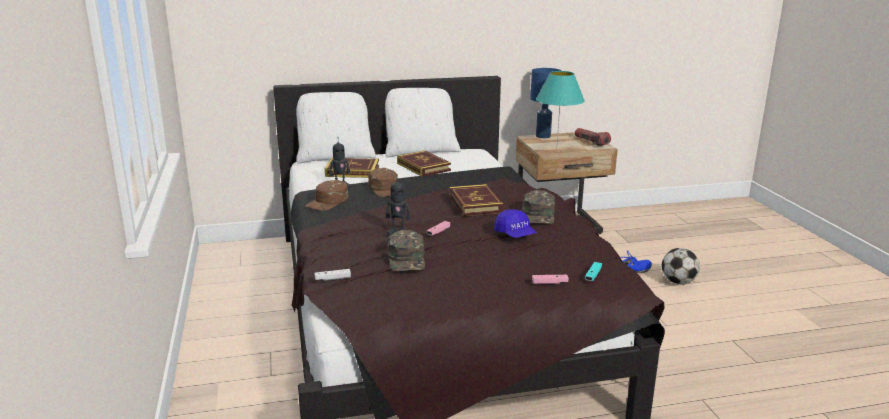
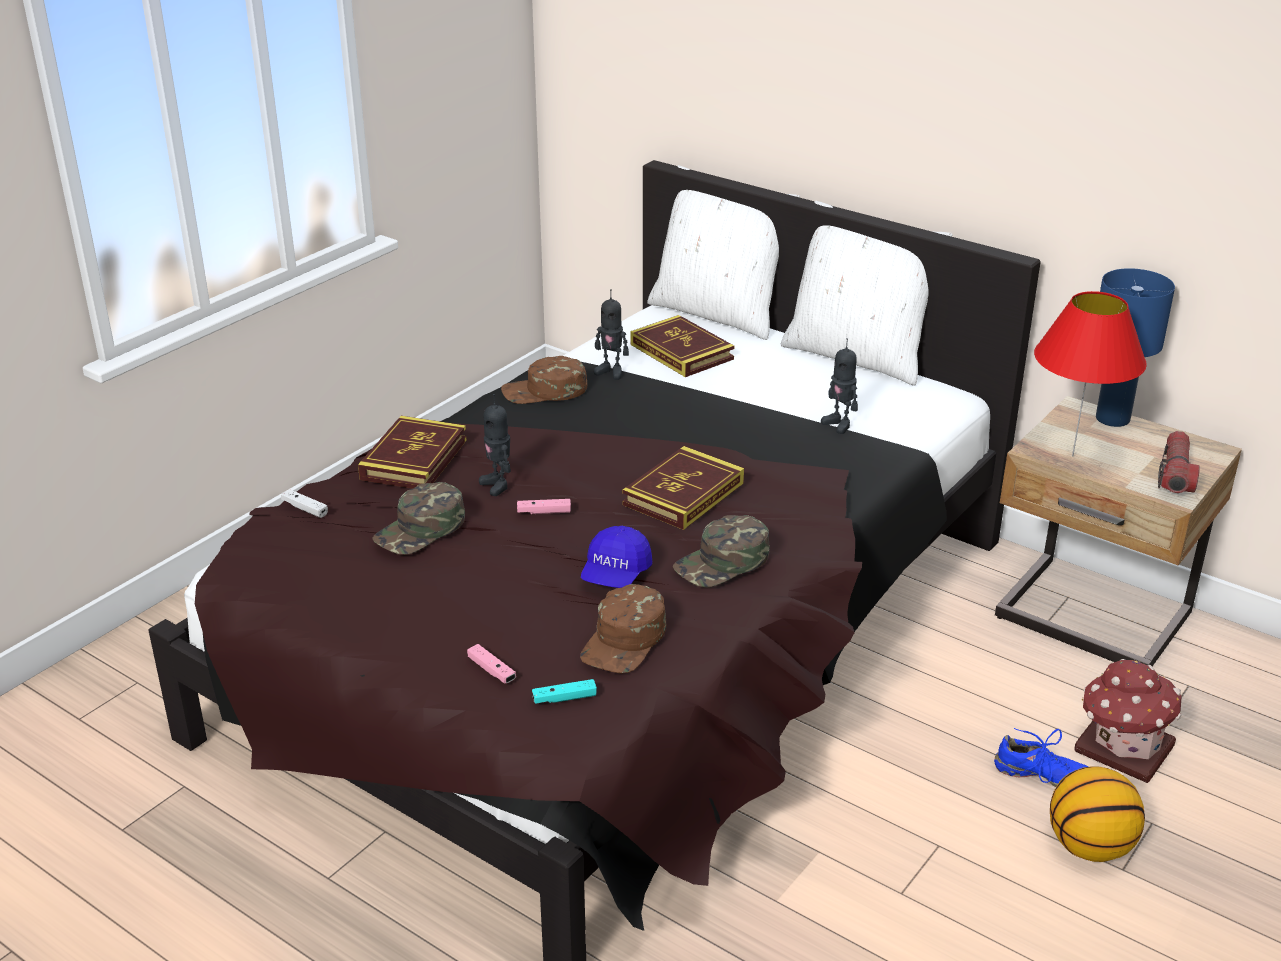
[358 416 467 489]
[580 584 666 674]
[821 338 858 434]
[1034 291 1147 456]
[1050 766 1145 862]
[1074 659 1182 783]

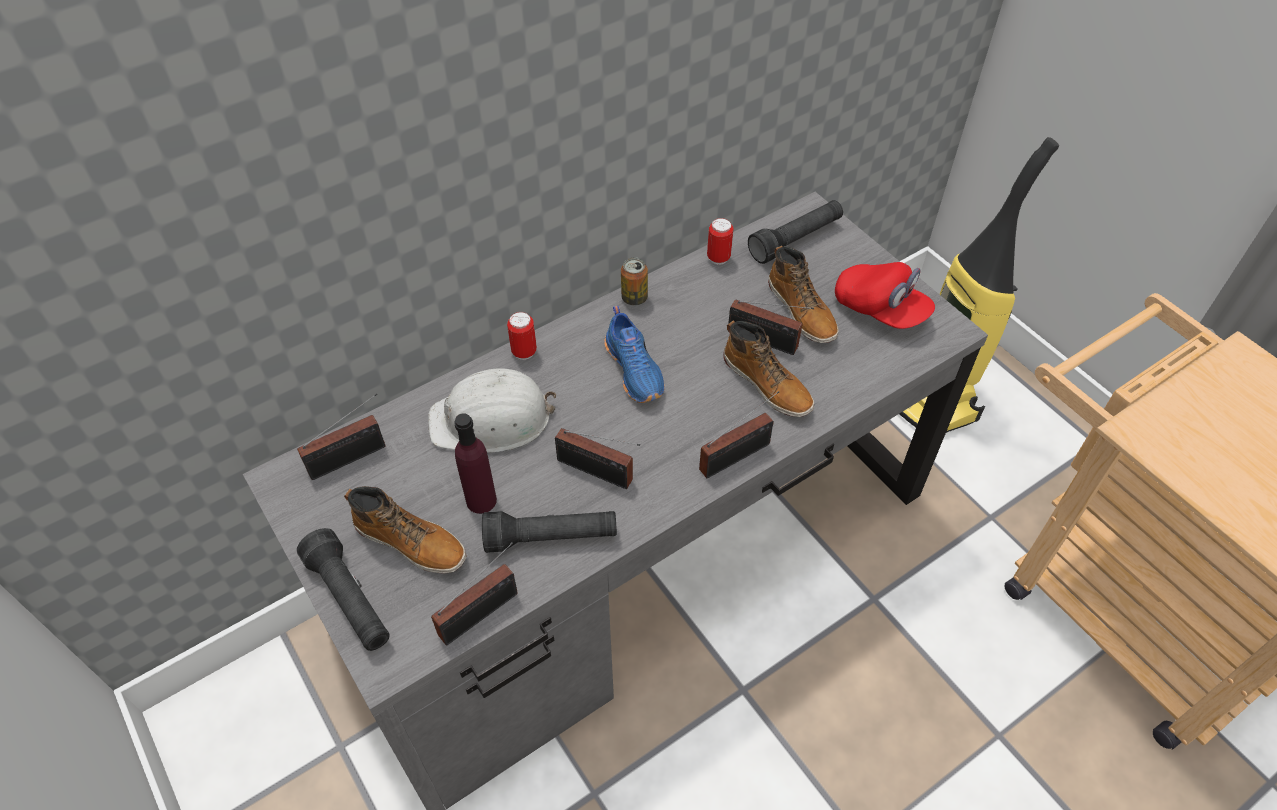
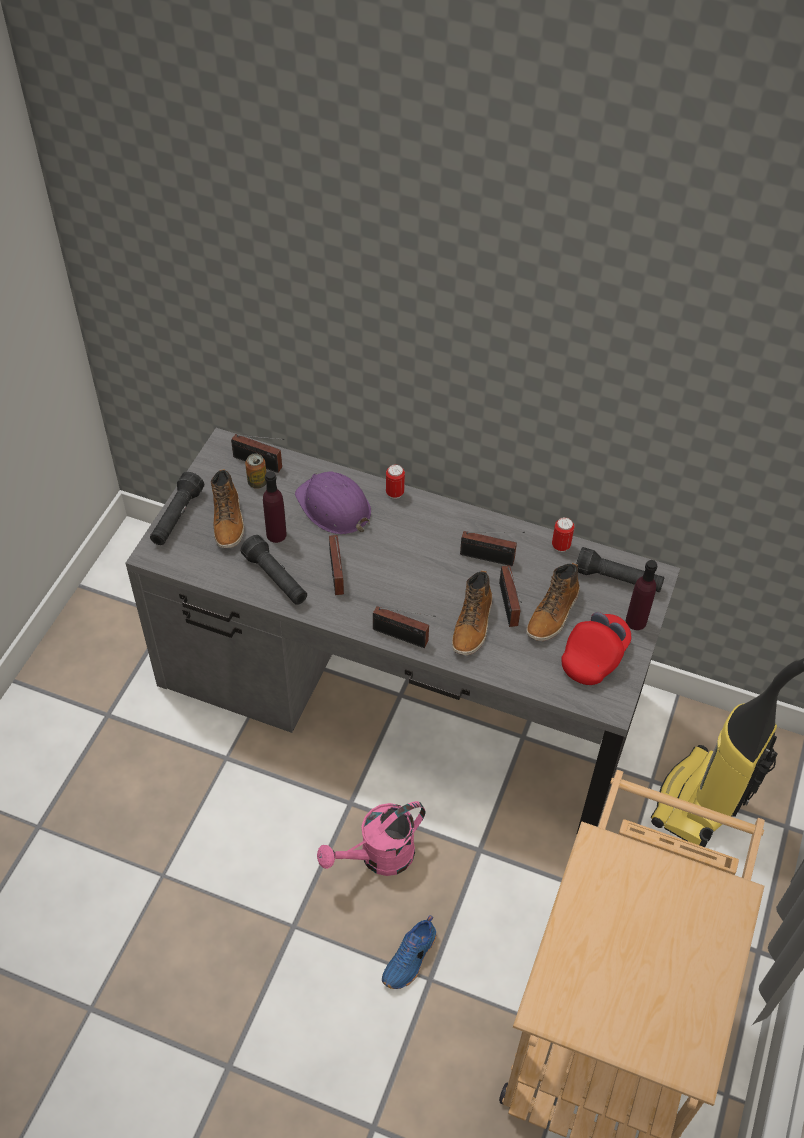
[245 453 267 489]
[295 471 371 534]
[317 801 425 876]
[382 915 436 989]
[460 531 525 566]
[561 612 631 685]
[626 560 657 630]

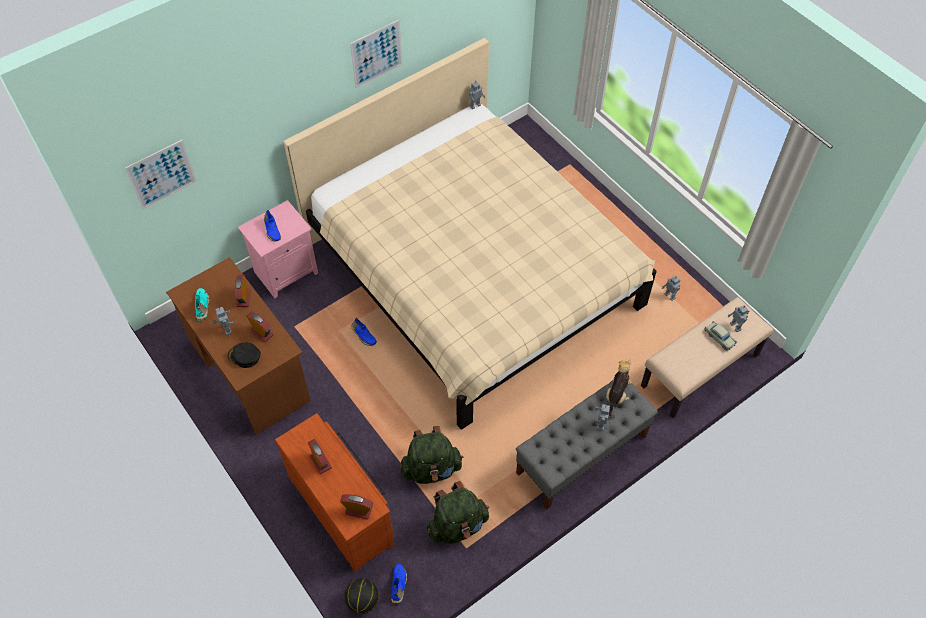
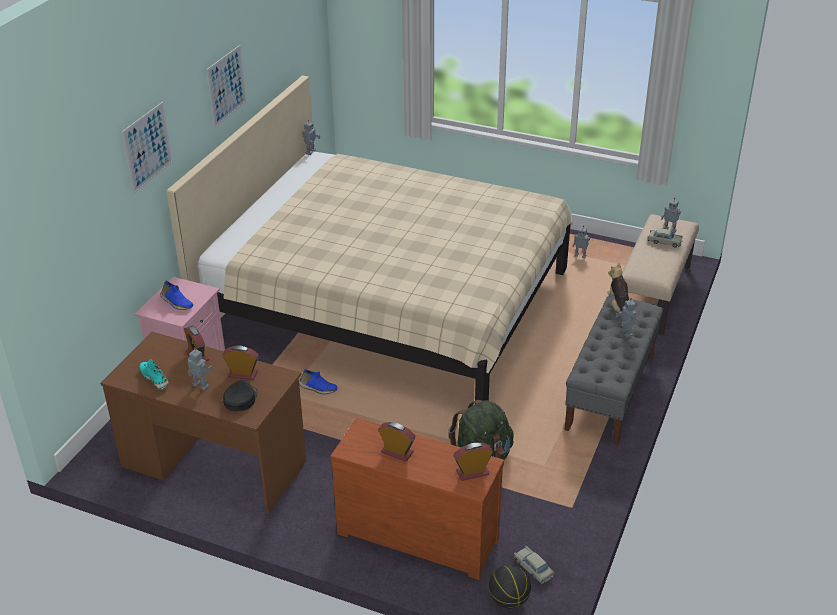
[122 102 173 194]
[223 380 258 411]
[514 546 554 584]
[427 481 489 544] (first image)

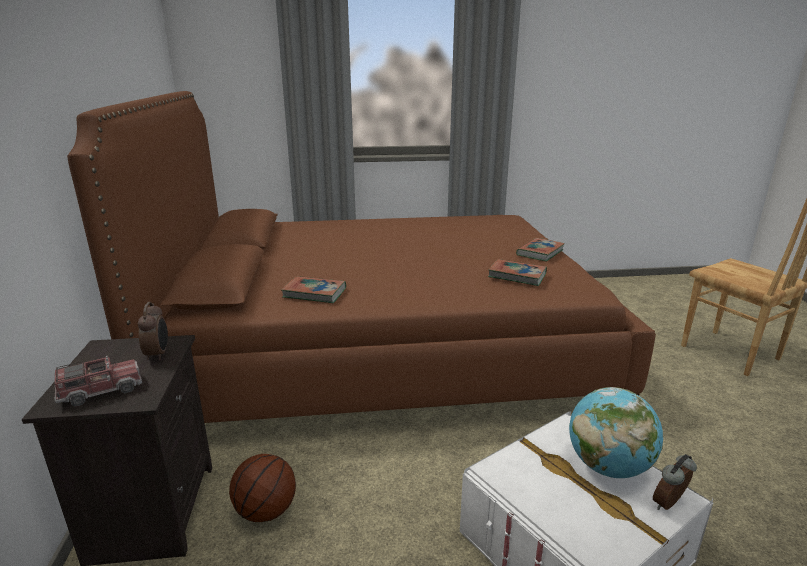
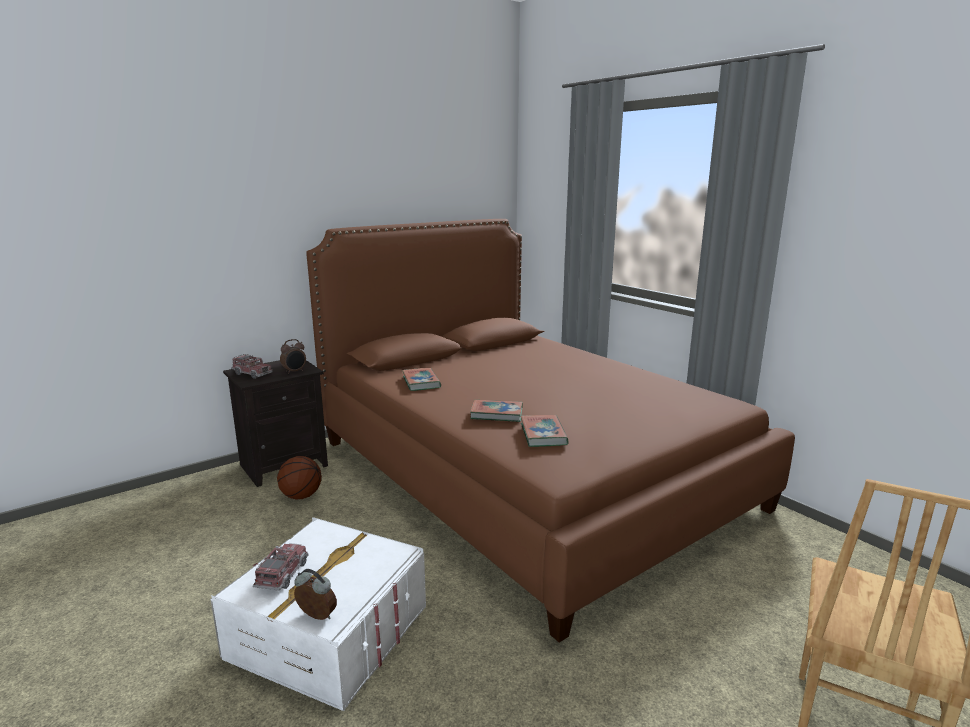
[253 543 309 591]
[470 400 523 422]
[569 387 663 478] (first image)

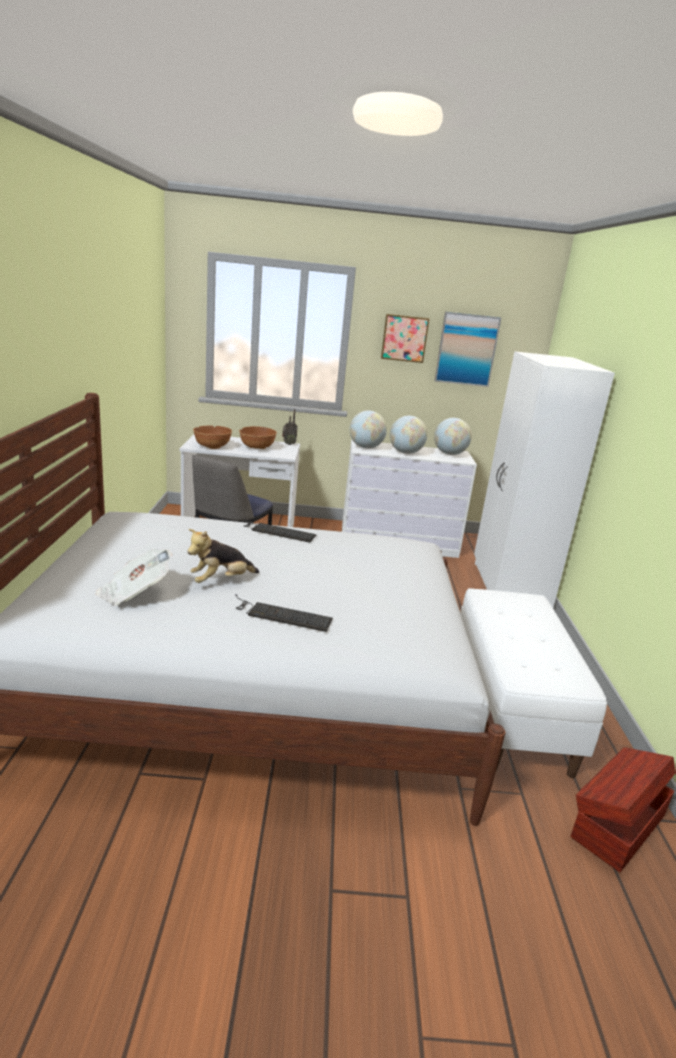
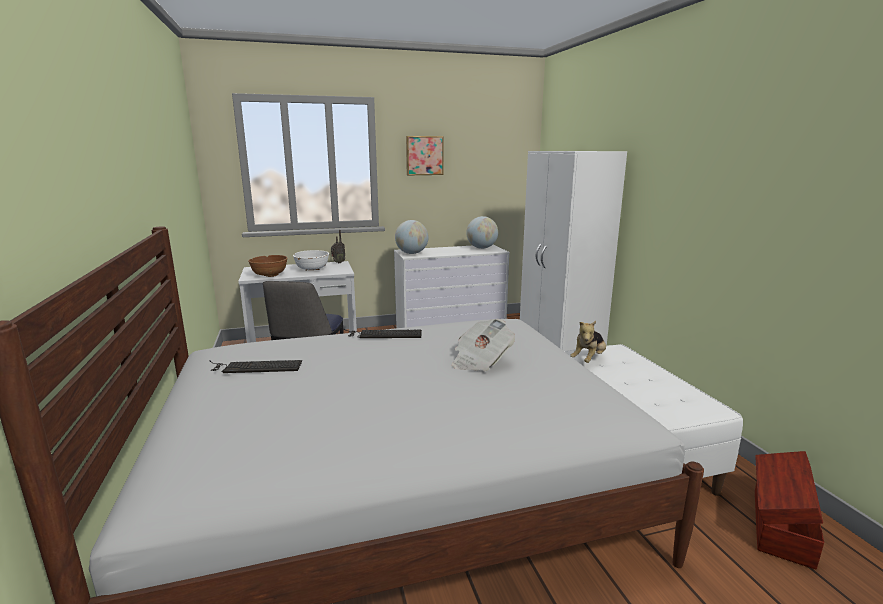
[210 360 302 373]
[293 250 329 271]
[452 319 515 371]
[570 321 606 363]
[390 416 428 454] (first image)
[434 312 501 387] (first image)

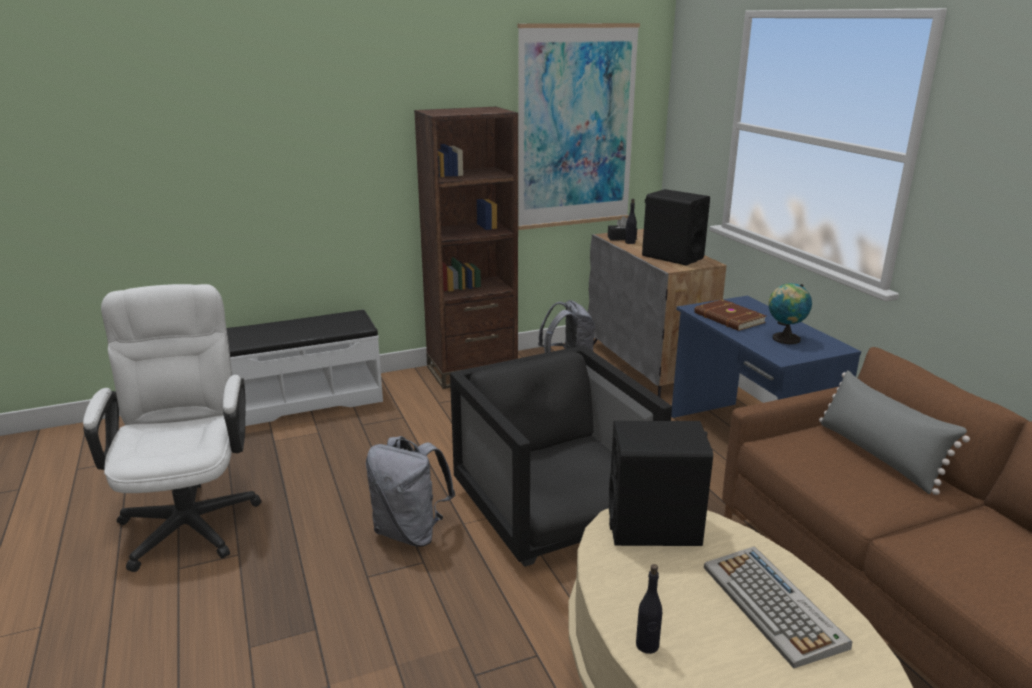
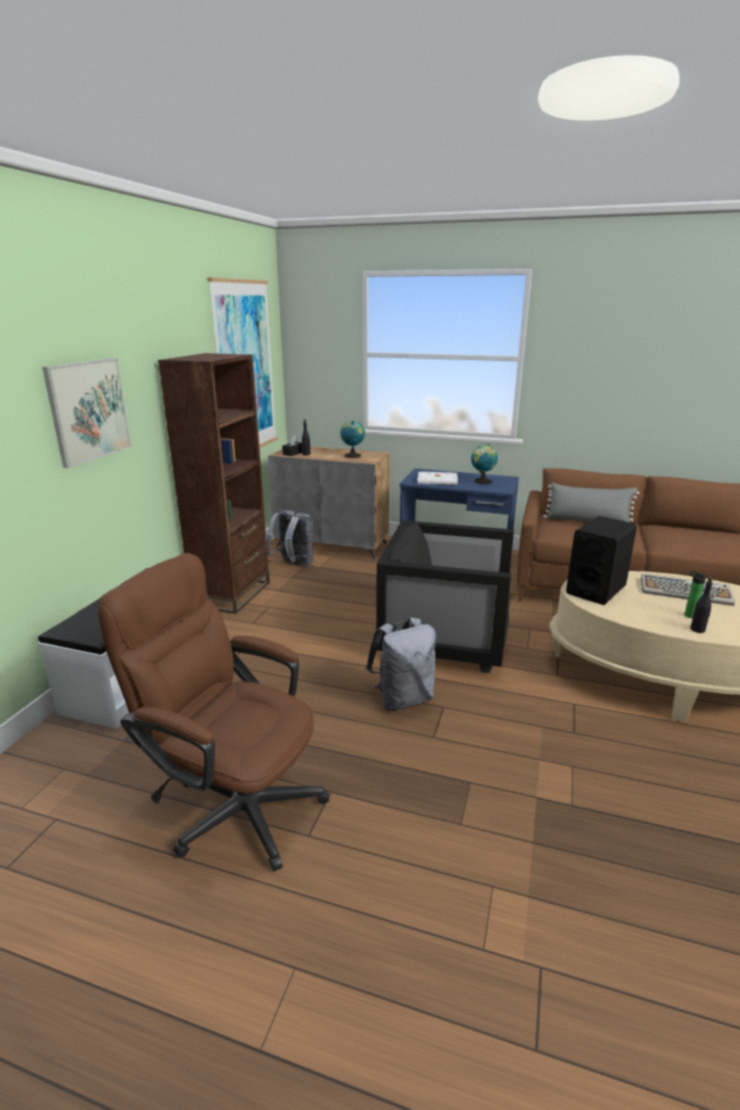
[42 358 131 468]
[98 553 329 871]
[340 421 365 458]
[417 472 458 485]
[684 571 706 618]

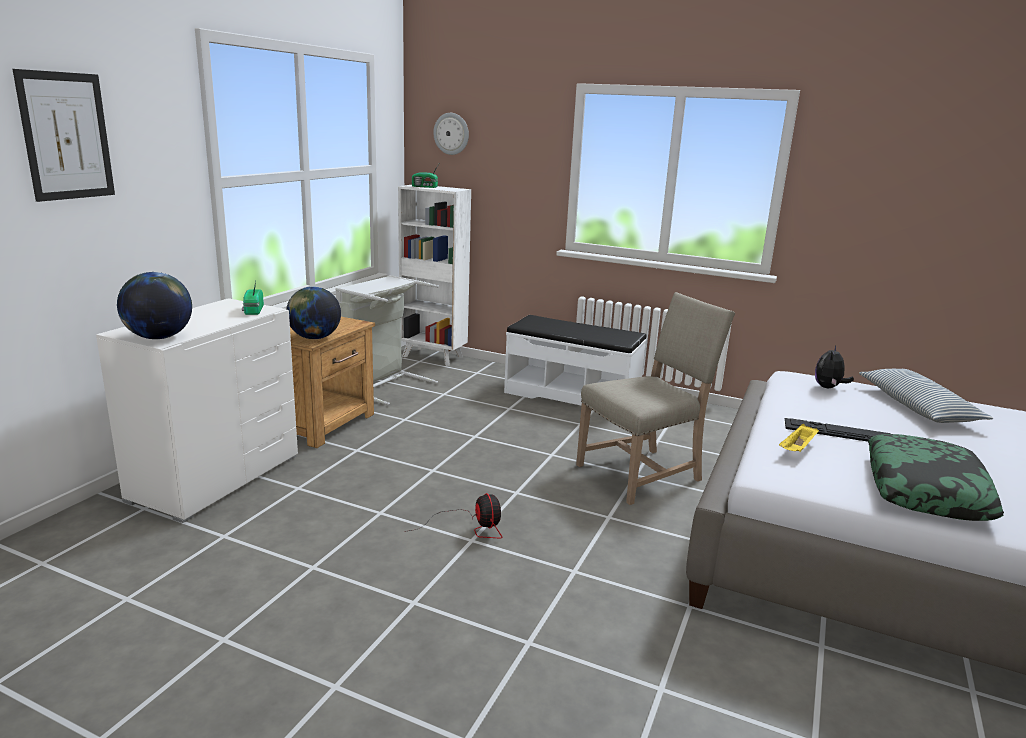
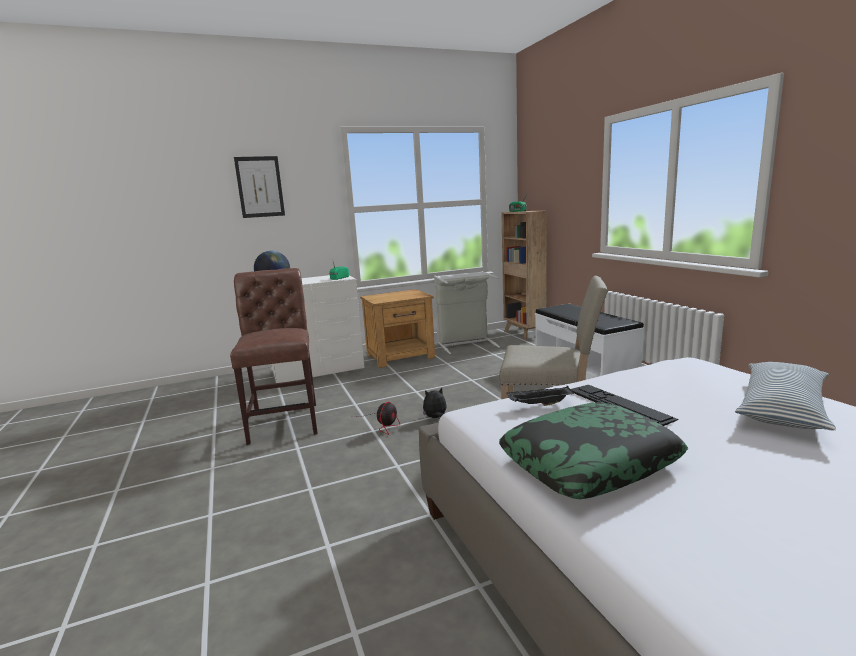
[230 268 317 445]
[423 388 446 418]
[501 211 547 340]
[506 386 574 406]
[286 287 341 339] (first image)
[433 113 469 155] (first image)

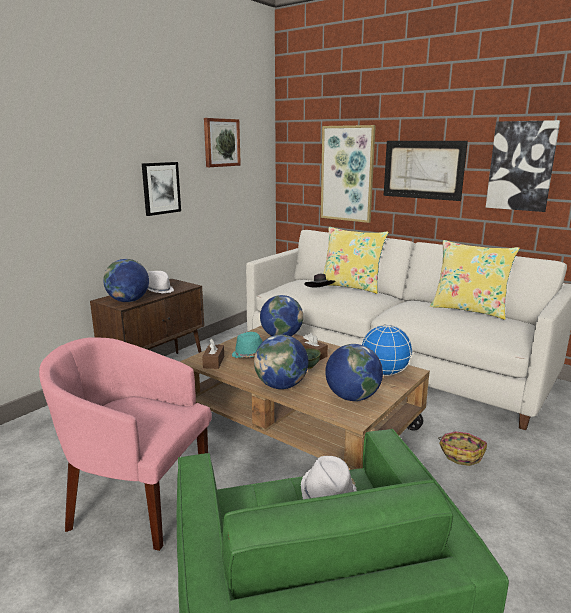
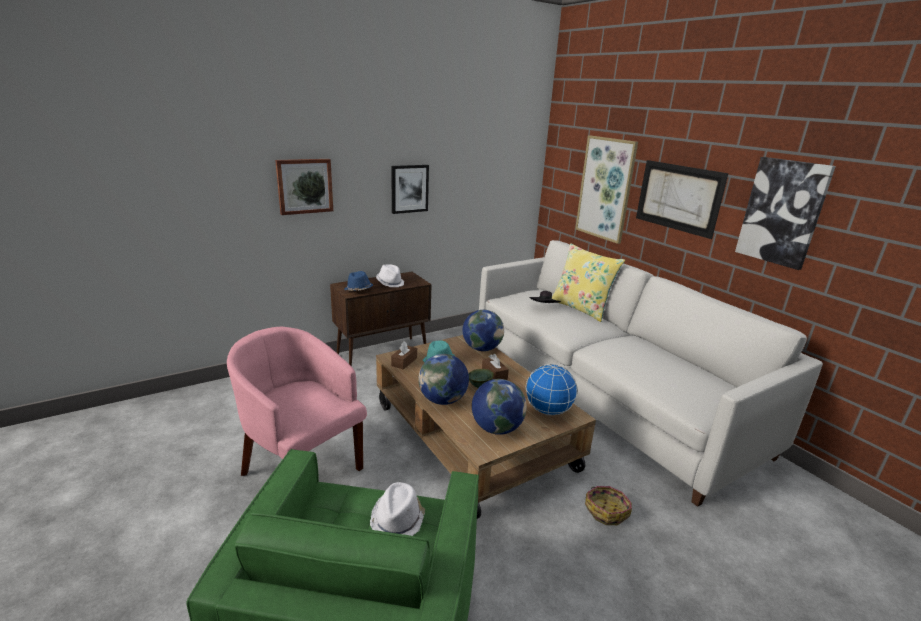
[275 159 333 215]
[344 271 373 291]
[430 240 520 320] (first image)

